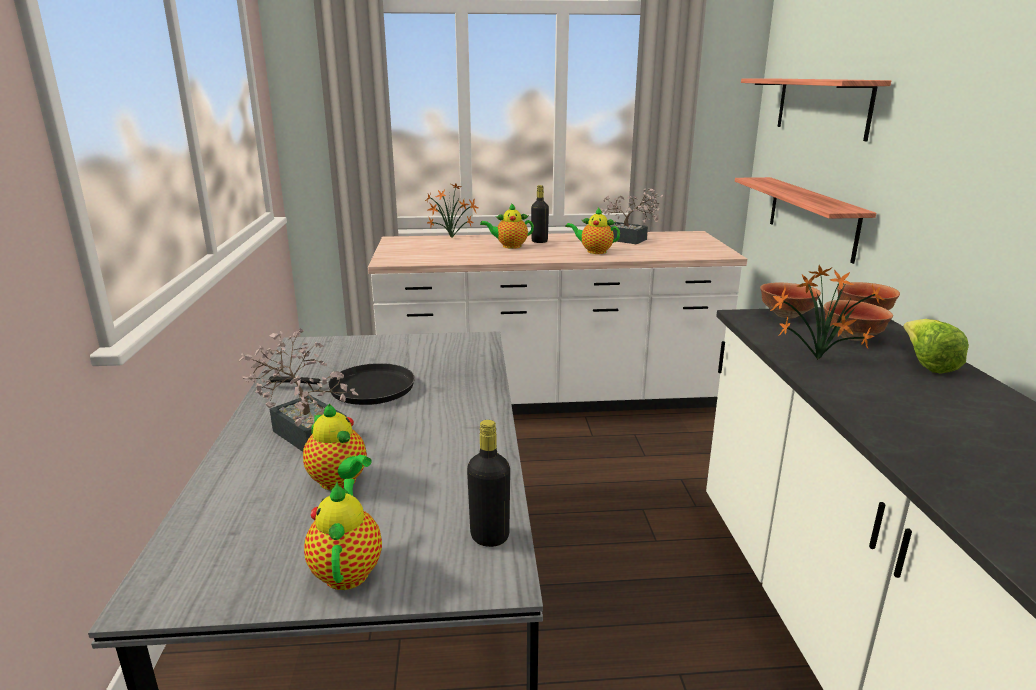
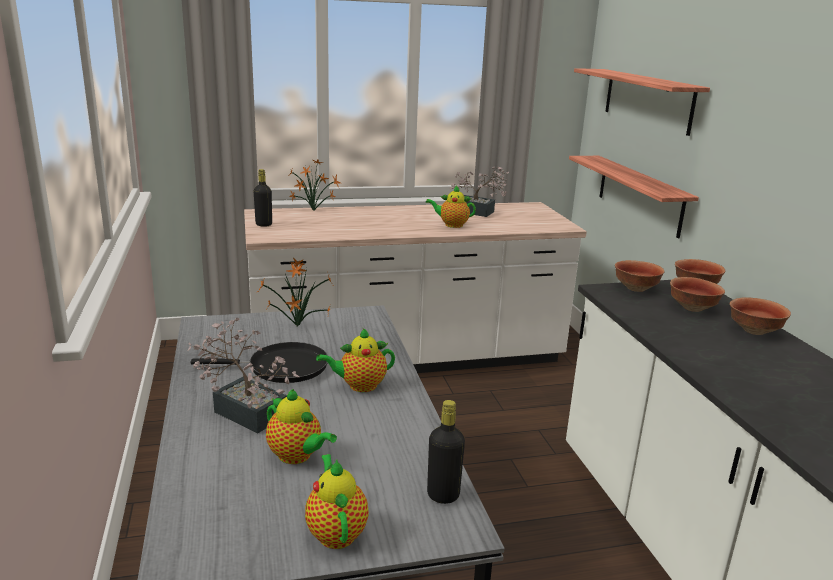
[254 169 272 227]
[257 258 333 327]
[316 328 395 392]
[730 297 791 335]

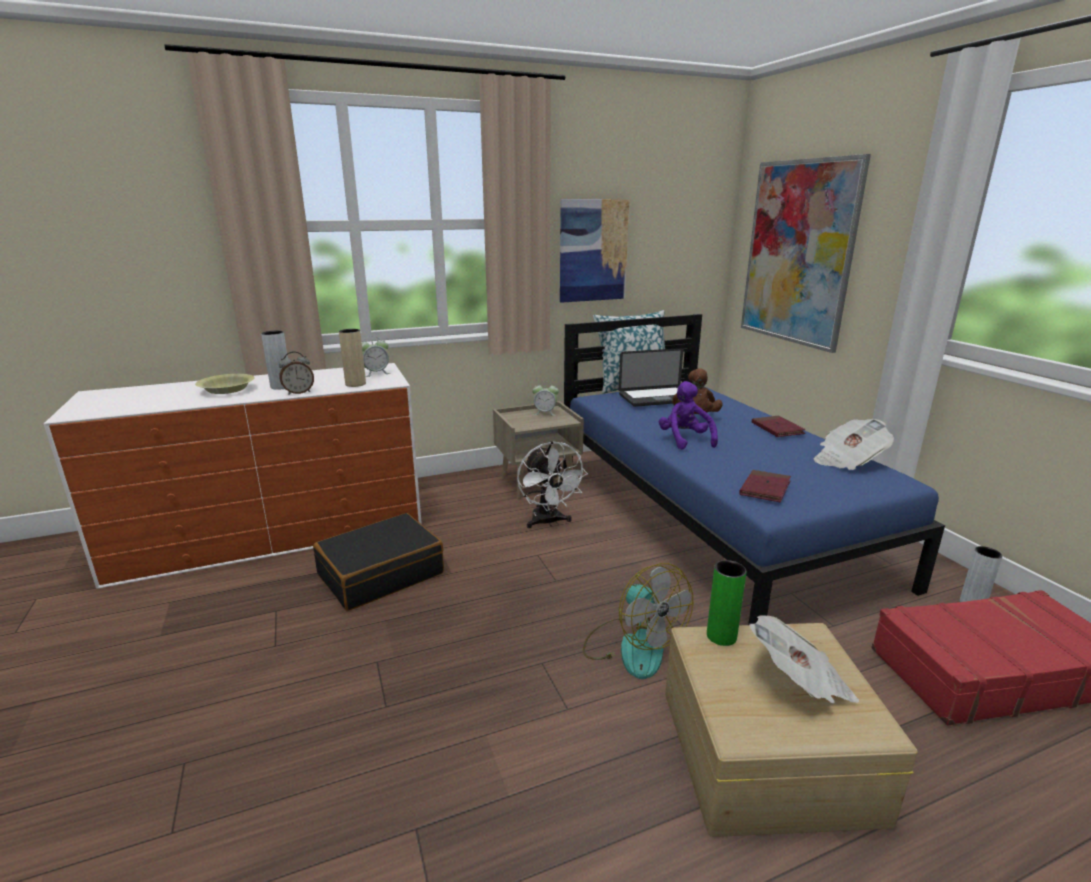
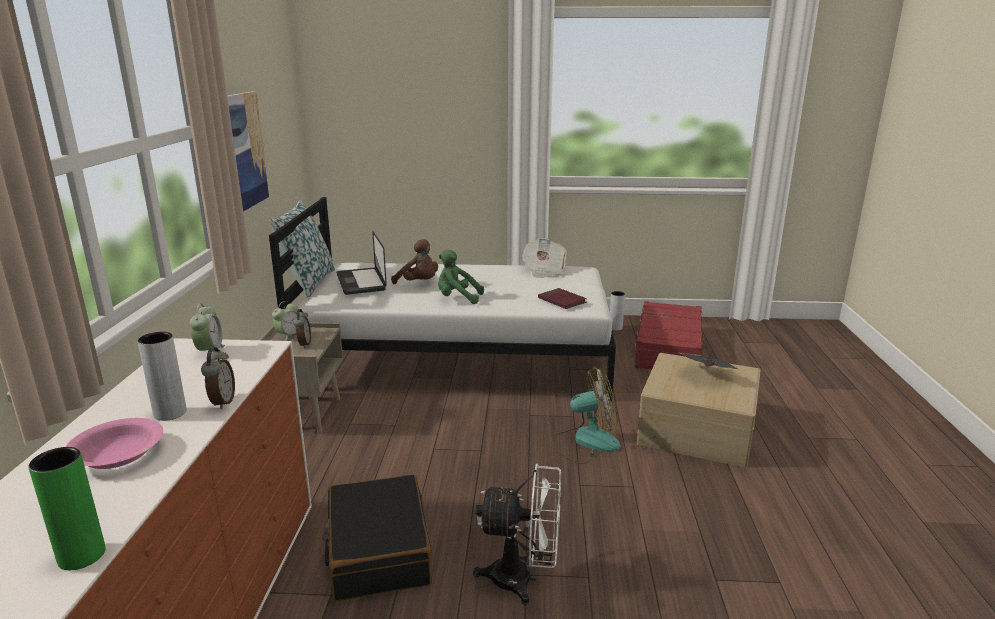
[28 447 106 570]
[66 418 163 469]
[269 197 616 402]
[293 309 311 348]
[337 231 387 295]
[438 250 484 304]
[473 463 561 605]
[339 329 366 387] (first image)
[741 154 871 353] (first image)
[752 416 806 437] (first image)

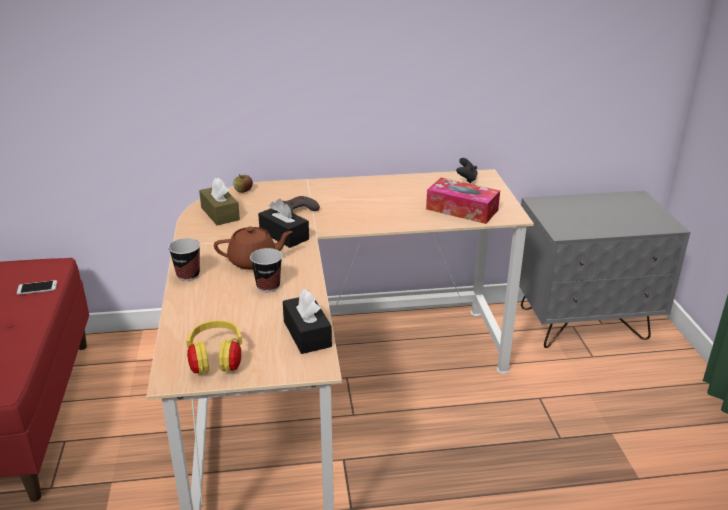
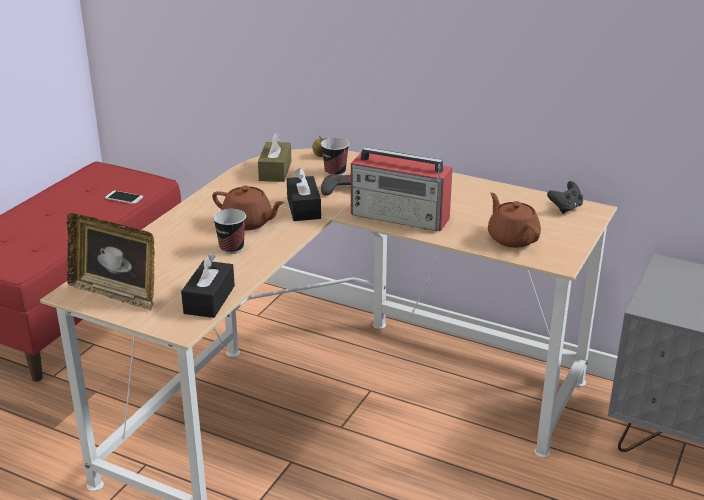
[66 213 155 310]
[321 138 349 175]
[351 147 453 231]
[488 192 541 248]

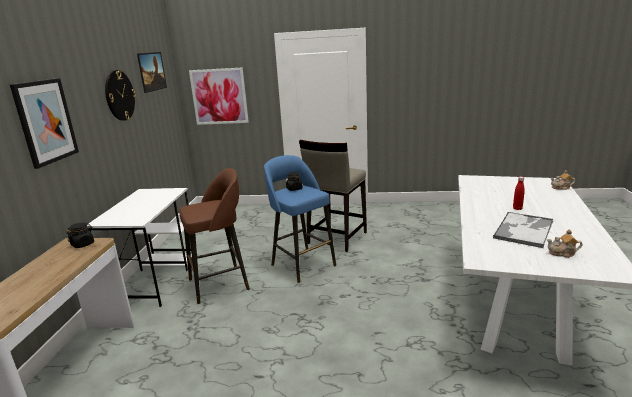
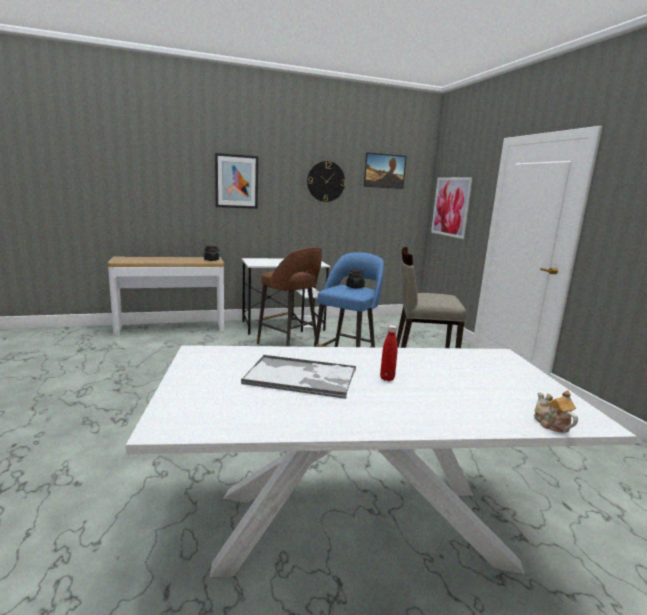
[547 230 582 258] (first image)

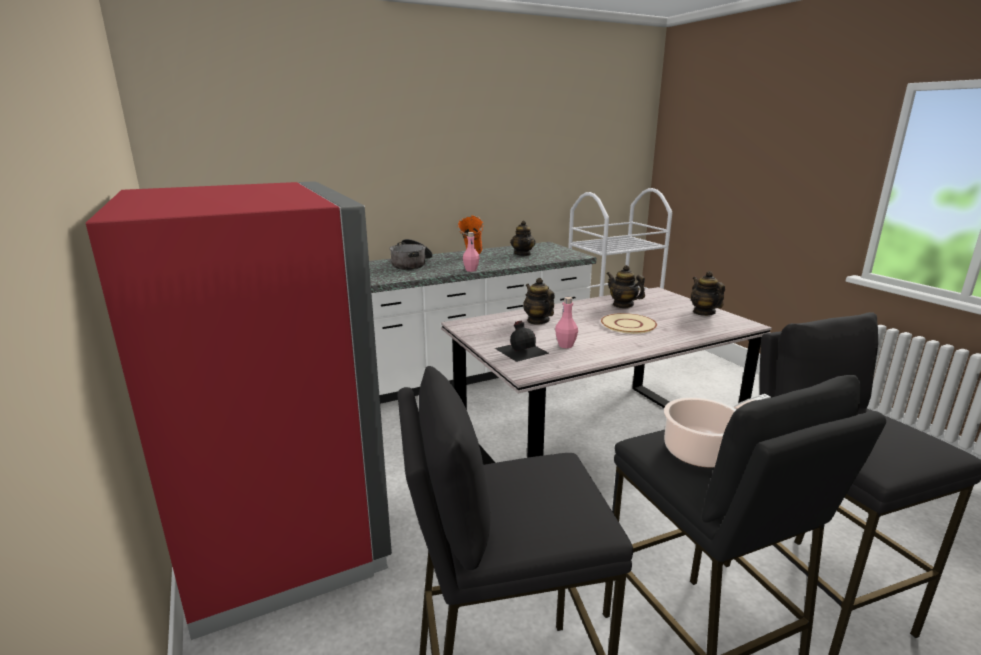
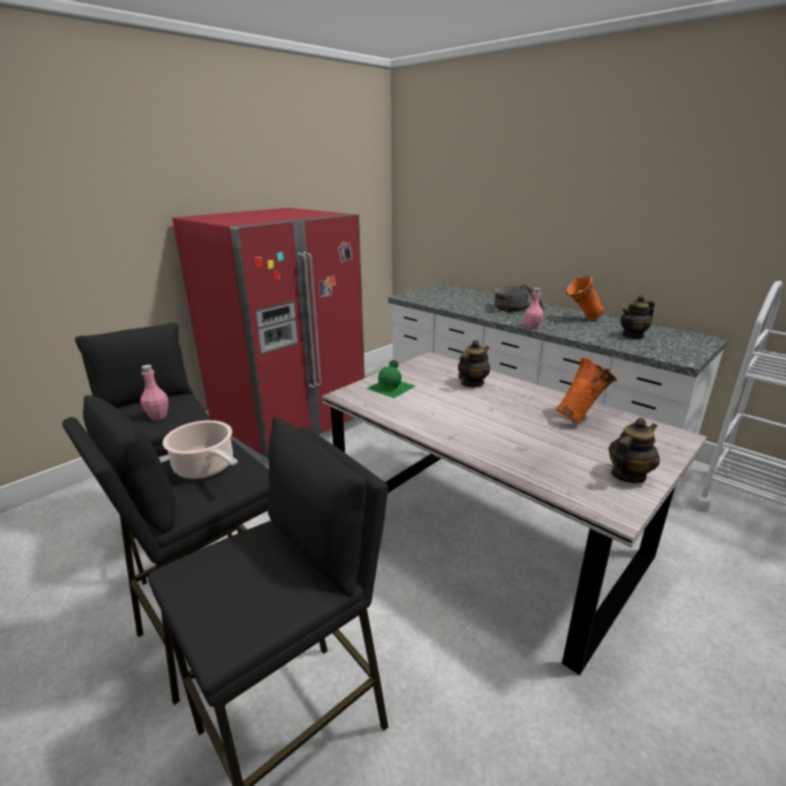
[140 365 168 420]
[366 360 415 398]
[556 357 617 424]
[601 313 657 334] (first image)

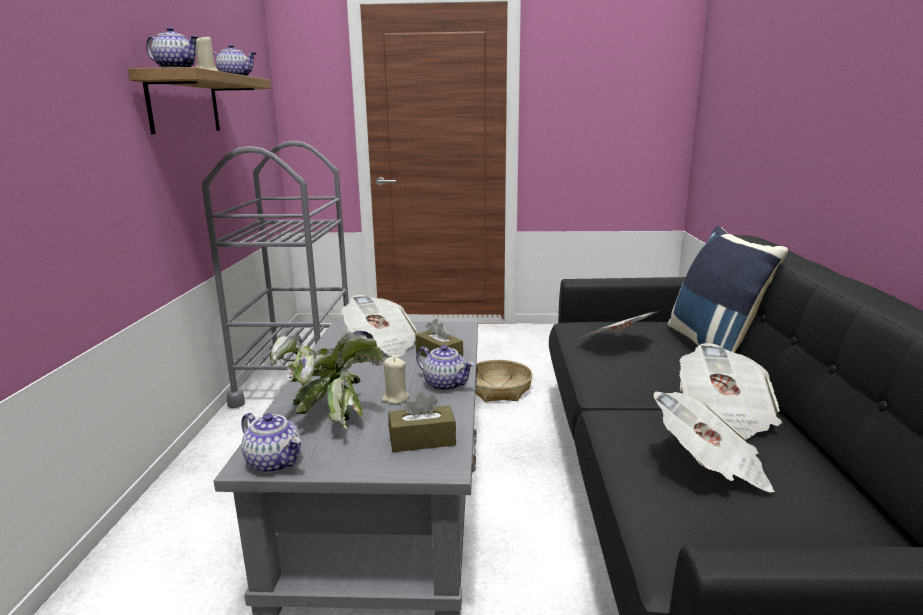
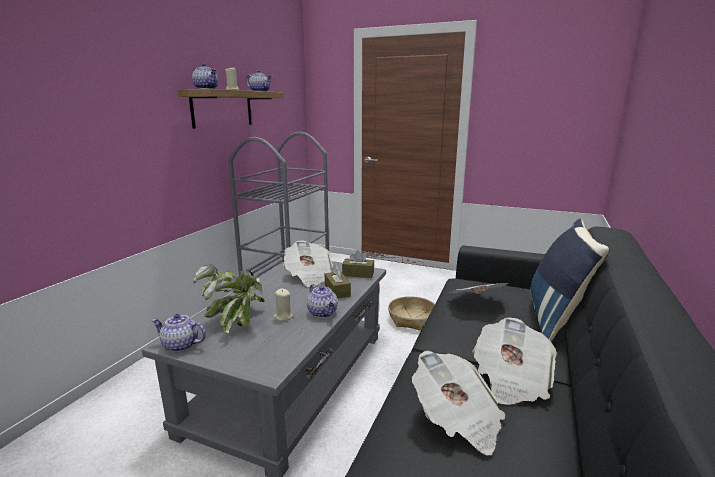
[151 314 206 352]
[342 251 374 278]

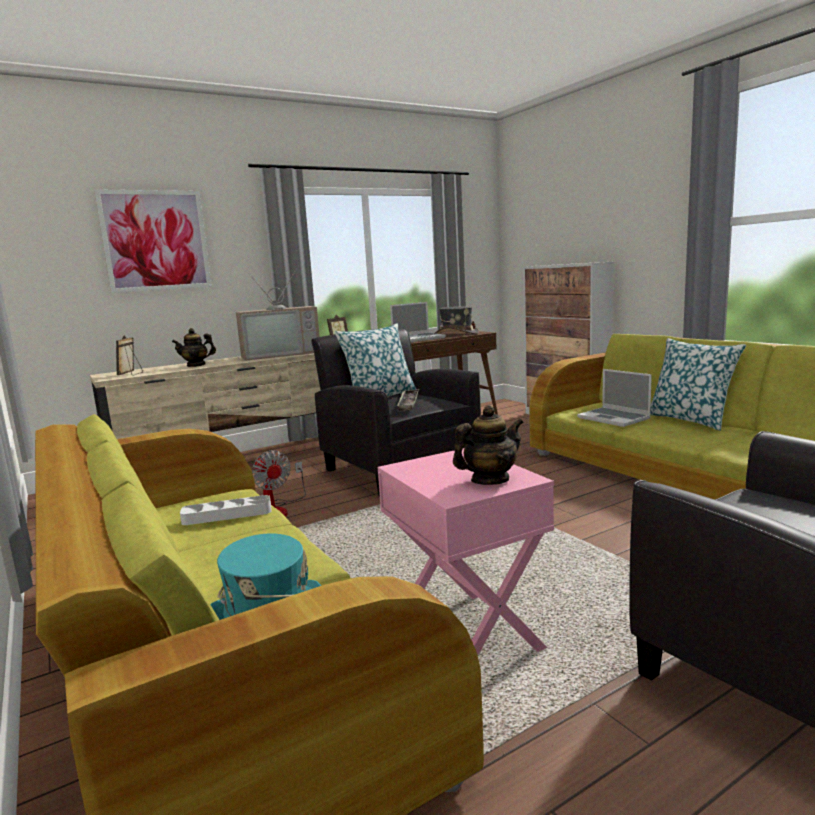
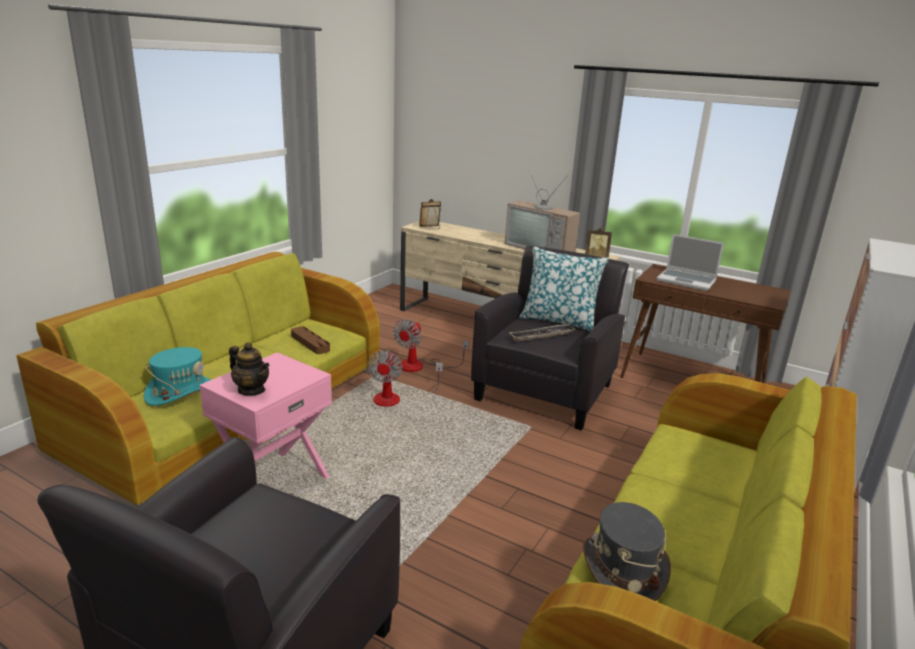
[291 326 330 354]
[367 350 443 407]
[583 502 671 601]
[94 189 212 293] (first image)
[172 328 216 367] (first image)
[577 369 652 427] (first image)
[650 338 746 431] (first image)

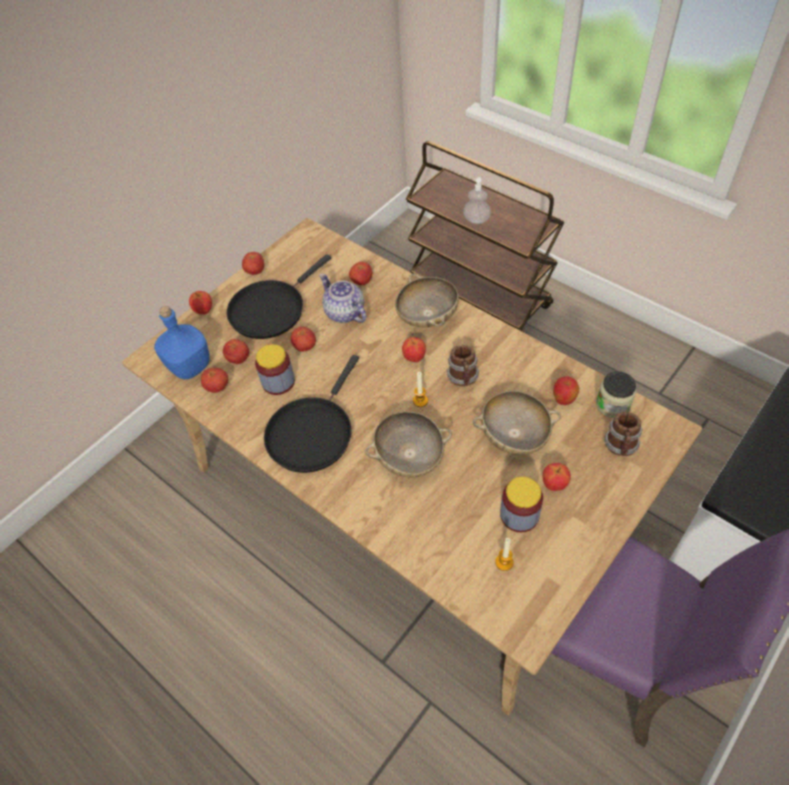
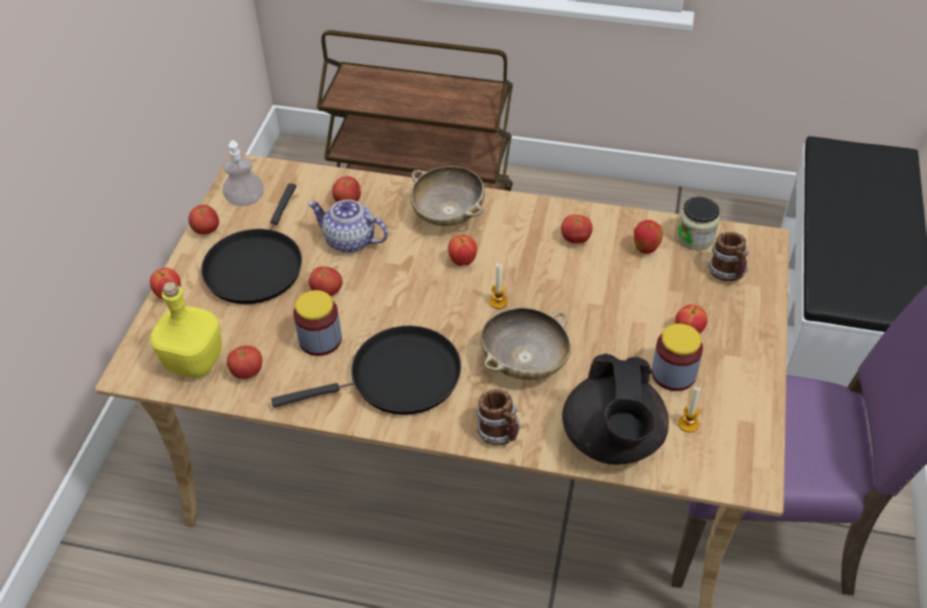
[150 282 222 378]
[223 140 264 206]
[271 326 461 415]
[476 389 521 446]
[561 215 593 244]
[562 353 669 465]
[473 391 561 455] (first image)

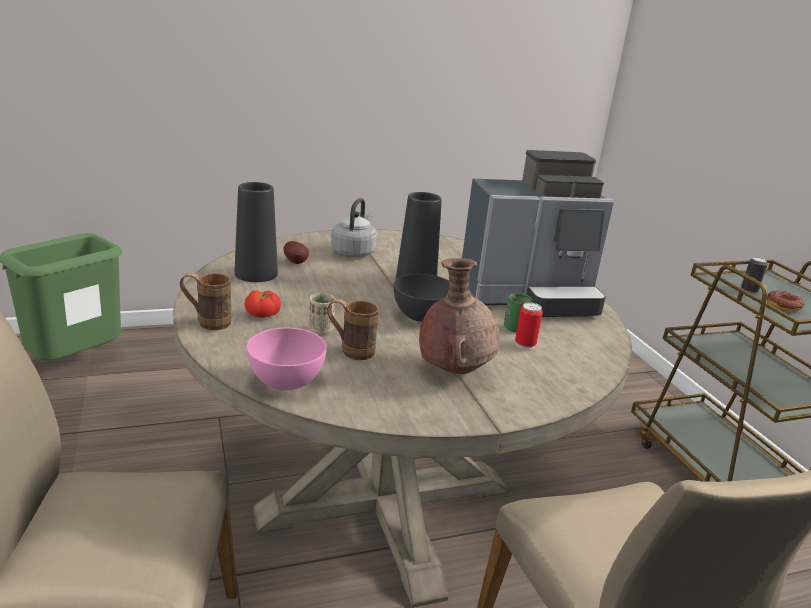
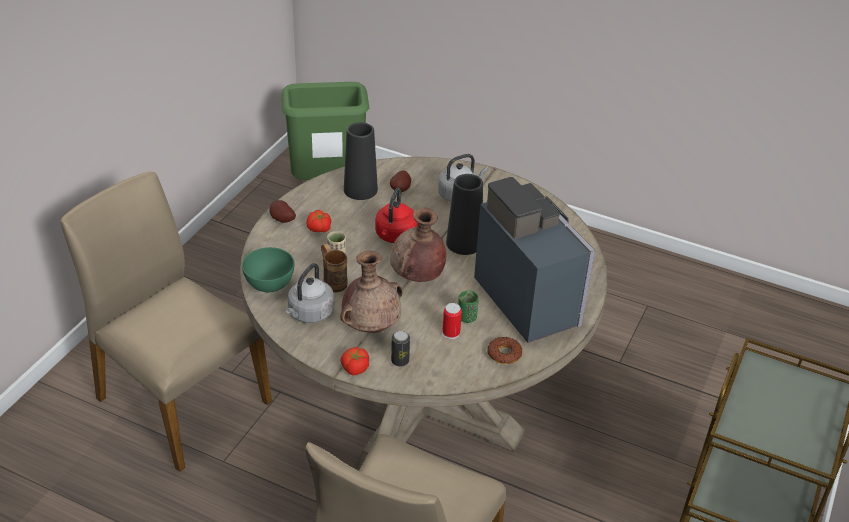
[242 247 294 292]
[269 200 296 223]
[286 263 334 323]
[341 347 369 375]
[375 188 418 243]
[390 208 446 282]
[391 331 410 367]
[474 177 595 343]
[487 337 522 364]

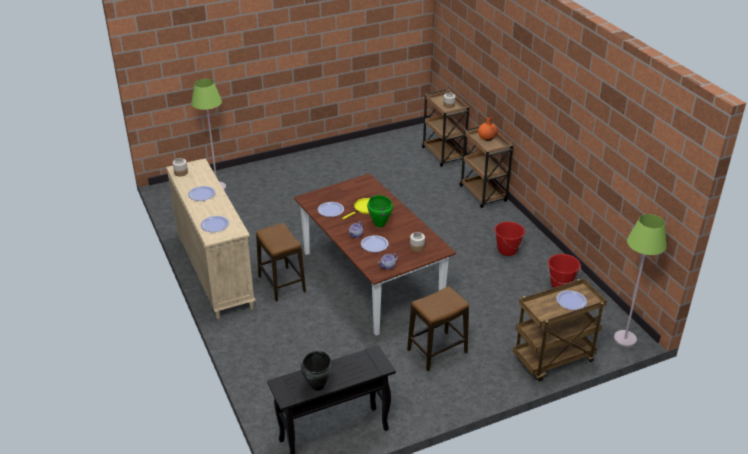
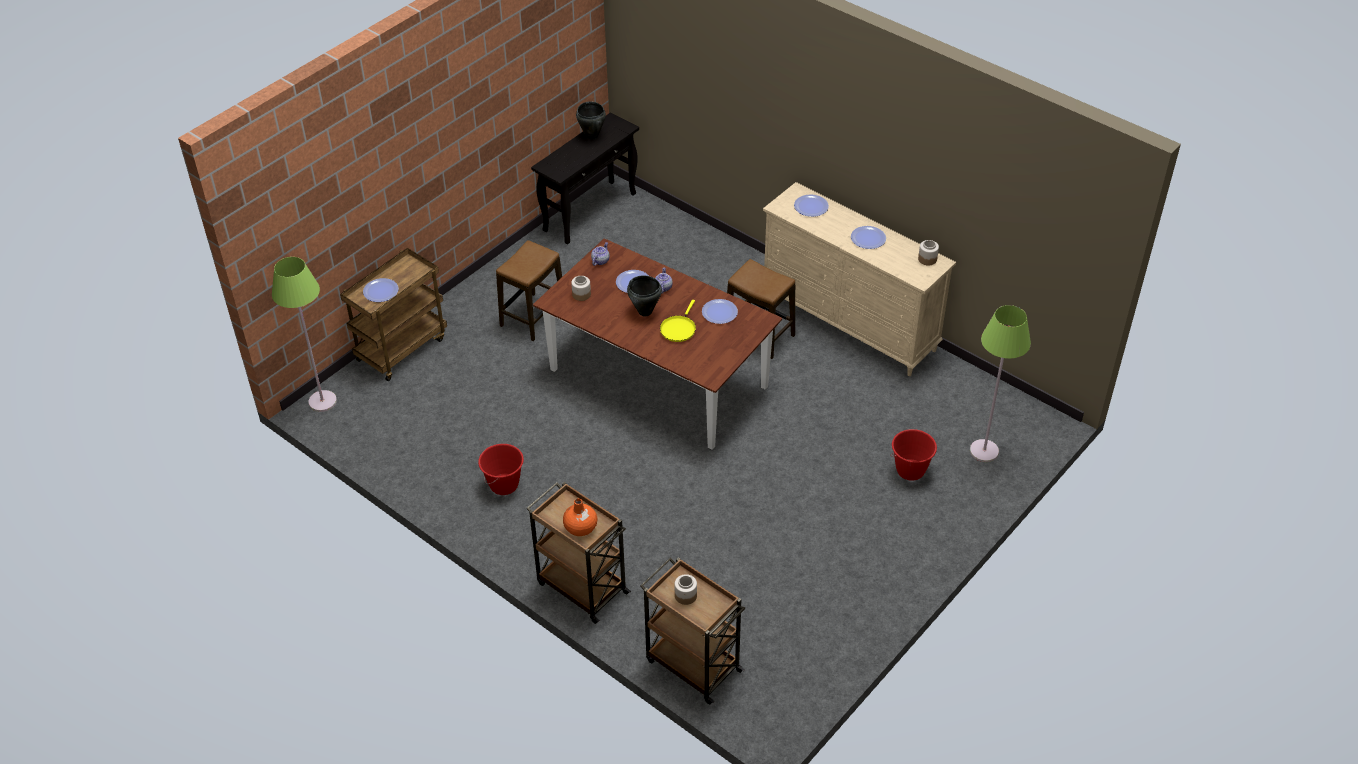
[627 276 662 316]
[890 429 937 481]

